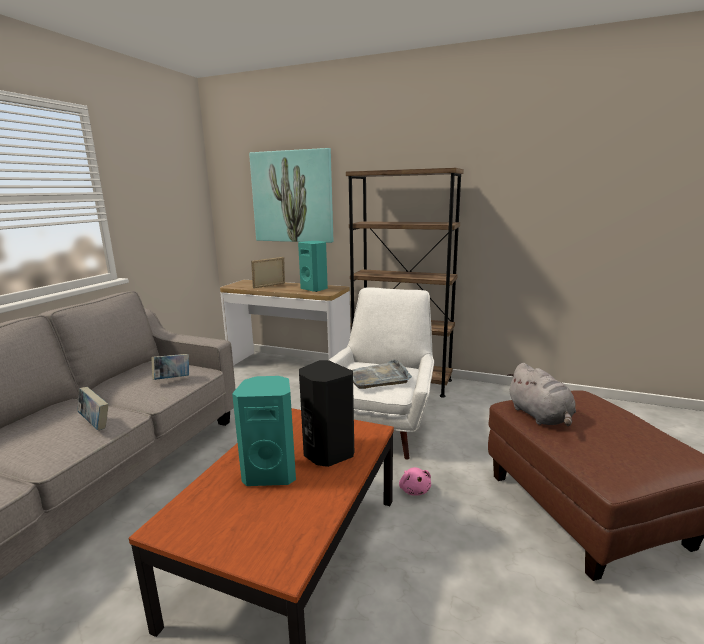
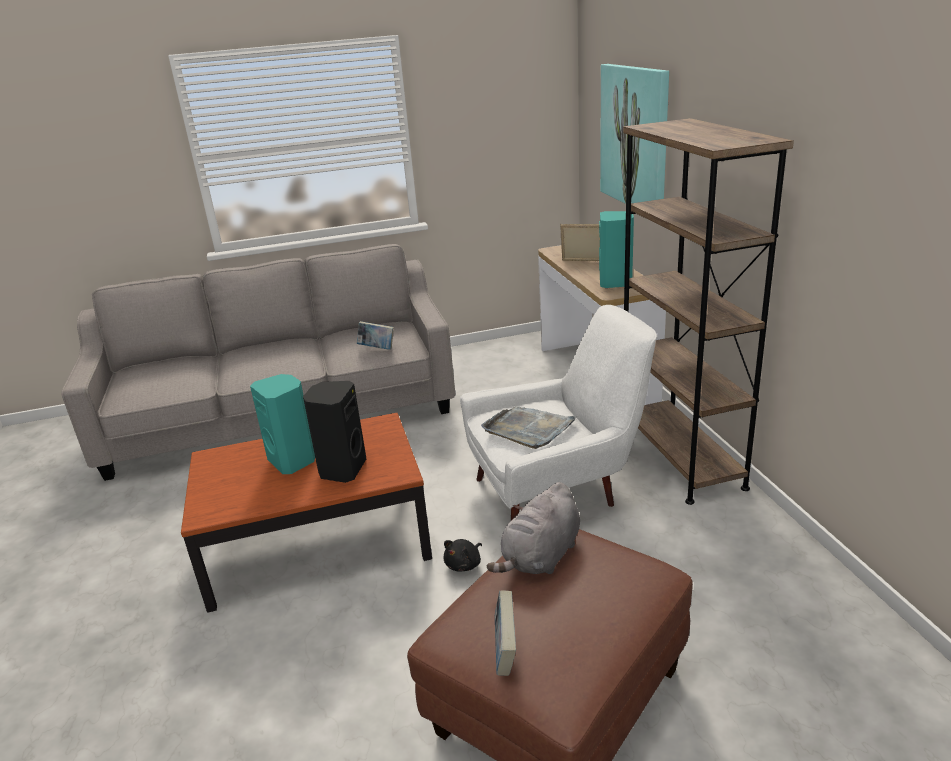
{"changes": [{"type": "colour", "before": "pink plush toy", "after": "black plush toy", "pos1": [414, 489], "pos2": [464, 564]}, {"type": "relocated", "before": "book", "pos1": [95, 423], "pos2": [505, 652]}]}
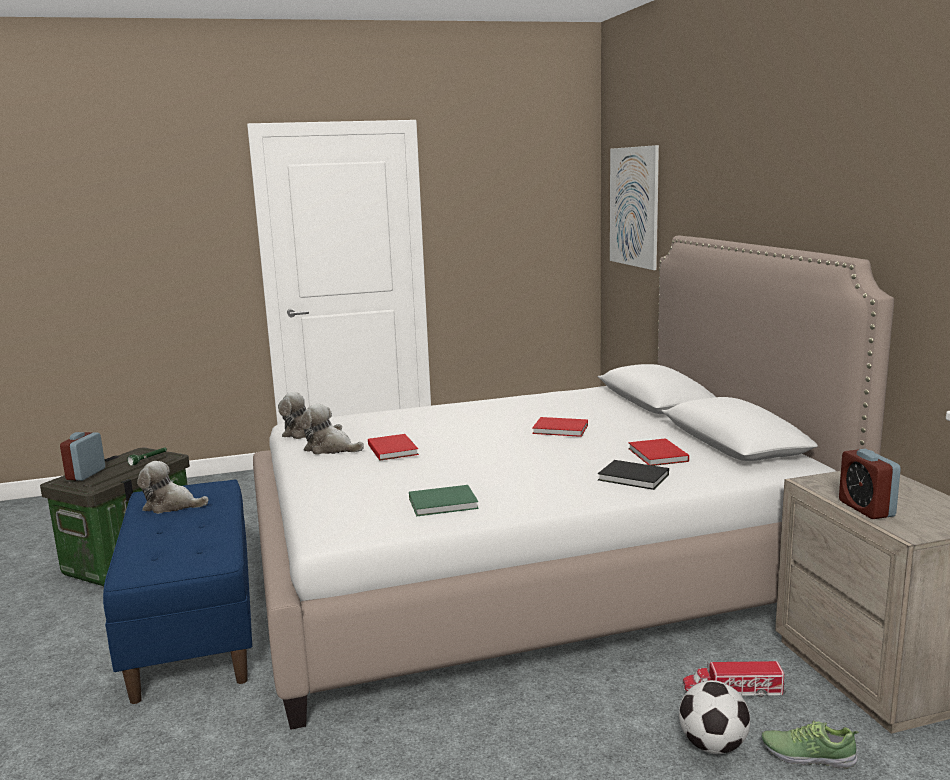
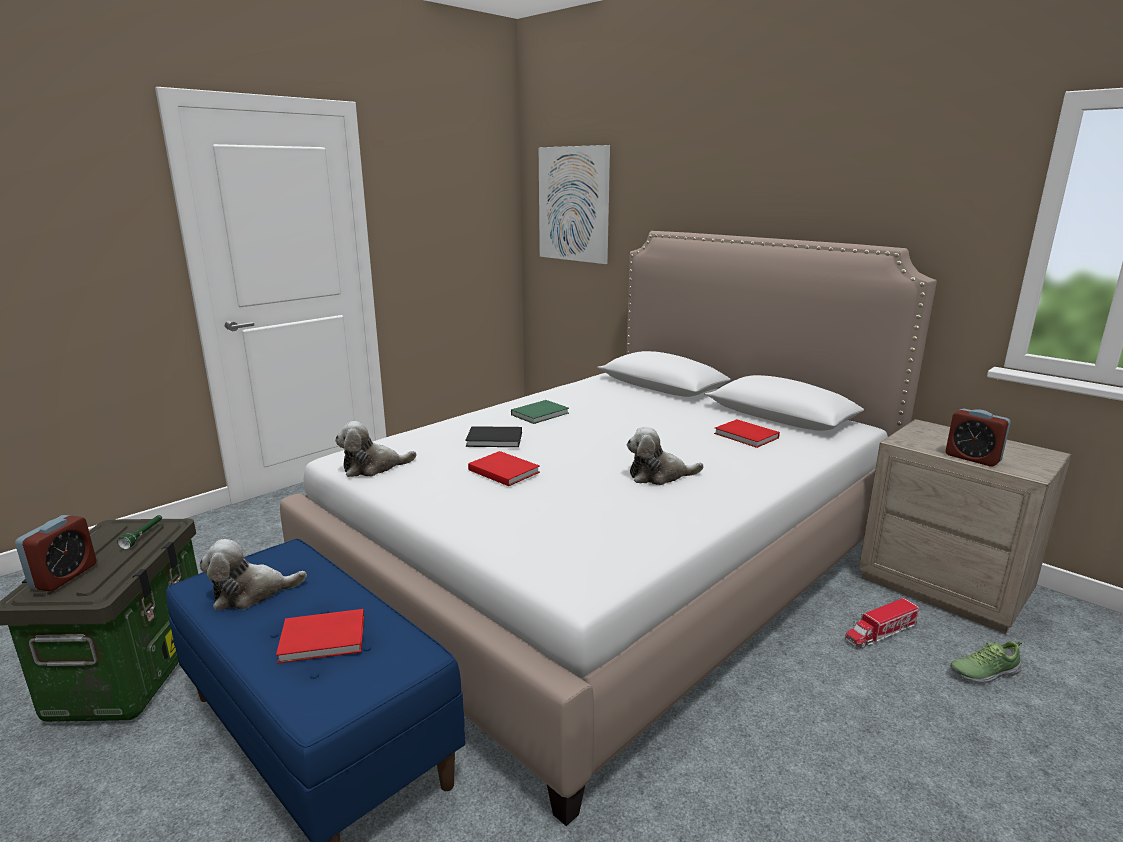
{"changes": [{"type": "spun", "before": "alarm clock", "pos1": [86, 474], "pos2": [64, 576], "turn": -150}, {"type": "relocated", "before": "red book", "pos1": [561, 430], "pos2": [325, 639]}, {"type": "relocated", "before": "black book", "pos1": [634, 478], "pos2": [496, 440]}, {"type": "relocated", "before": "green book", "pos1": [445, 504], "pos2": [541, 414]}, {"type": "relocated", "before": "plush toy", "pos1": [330, 449], "pos2": [659, 475]}, {"type": "missing", "before": "football", "pos1": [713, 746]}]}
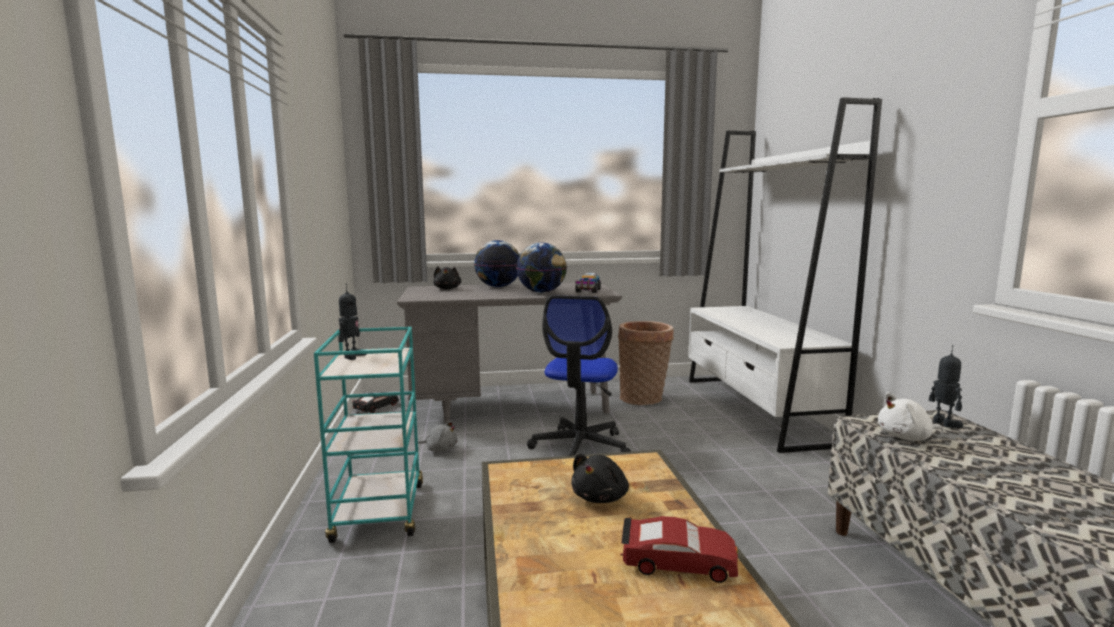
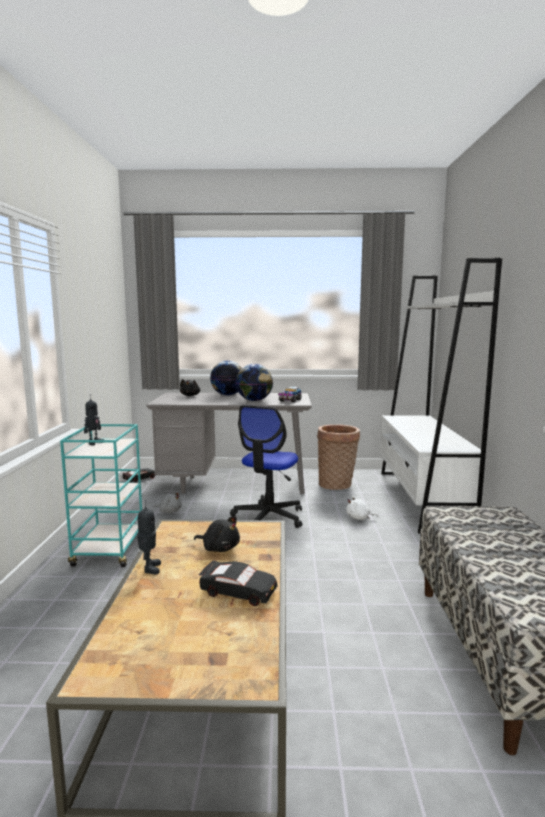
{"changes": [{"type": "relocated", "before": "toy robot", "pos1": [943, 424], "pos2": [149, 568]}, {"type": "spun", "before": "black plush toy", "pos1": [601, 497], "pos2": [219, 548], "turn": -105}, {"type": "colour", "before": "red toy car", "after": "black toy car", "pos1": [677, 561], "pos2": [238, 591]}, {"type": "relocated", "before": "white plush toy", "pos1": [907, 437], "pos2": [359, 518]}]}
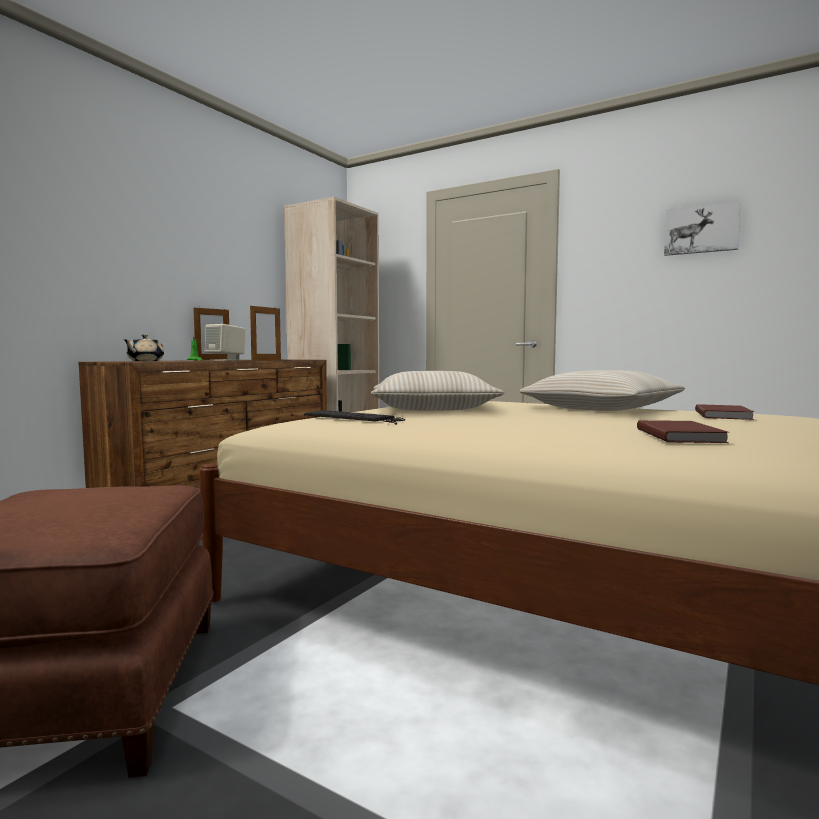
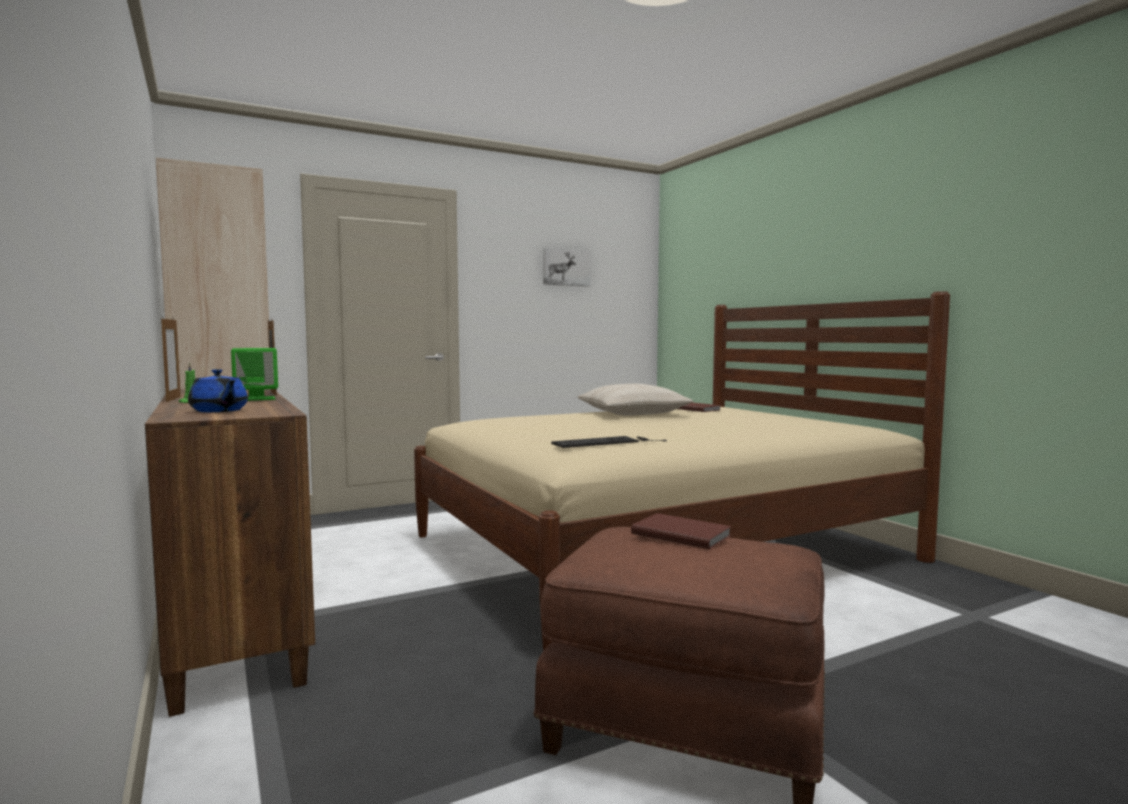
{"changes": [{"type": "colour", "before": "beige teapot", "after": "blue teapot", "pos1": [145, 361], "pos2": [219, 411]}, {"type": "colour", "before": "beige speaker", "after": "green speaker", "pos1": [226, 360], "pos2": [257, 399]}, {"type": "relocated", "before": "brown book", "pos1": [681, 435], "pos2": [680, 534]}, {"type": "missing", "before": "beige pillow", "pos1": [432, 409]}]}
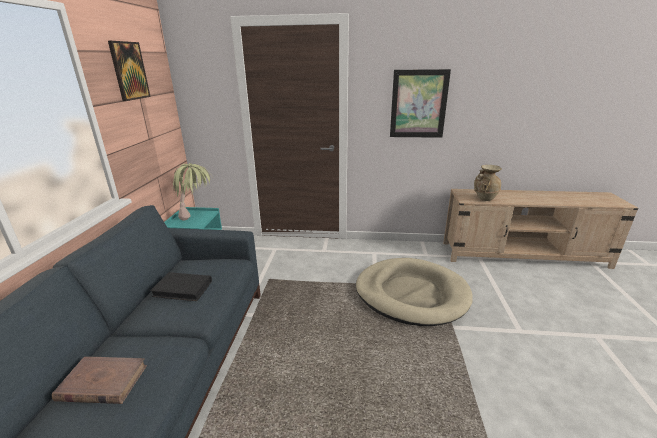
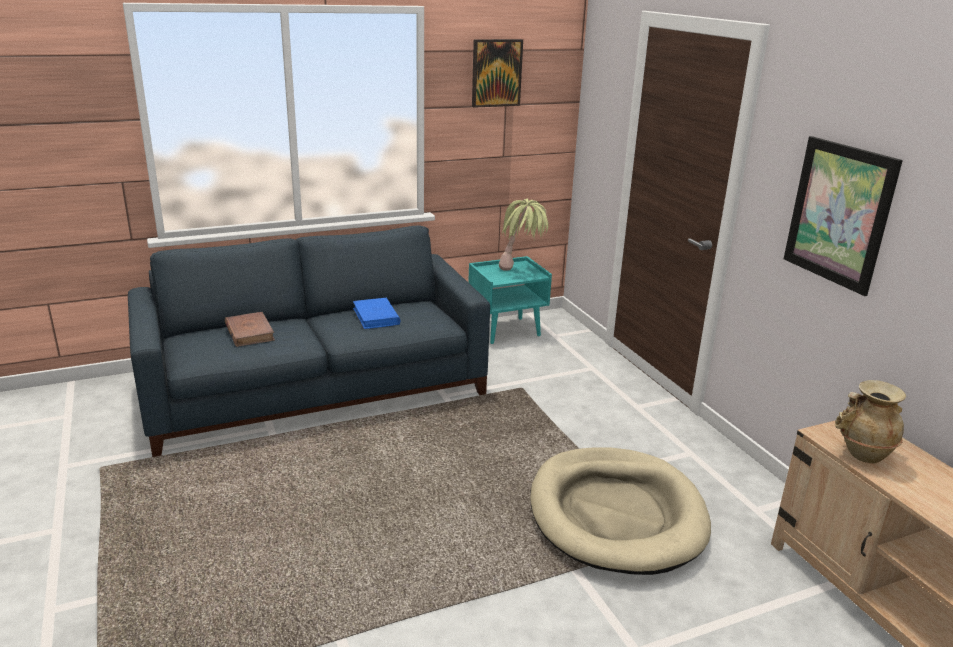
{"changes": [{"type": "colour", "before": "black book", "after": "blue book", "pos1": [183, 289], "pos2": [376, 316]}]}
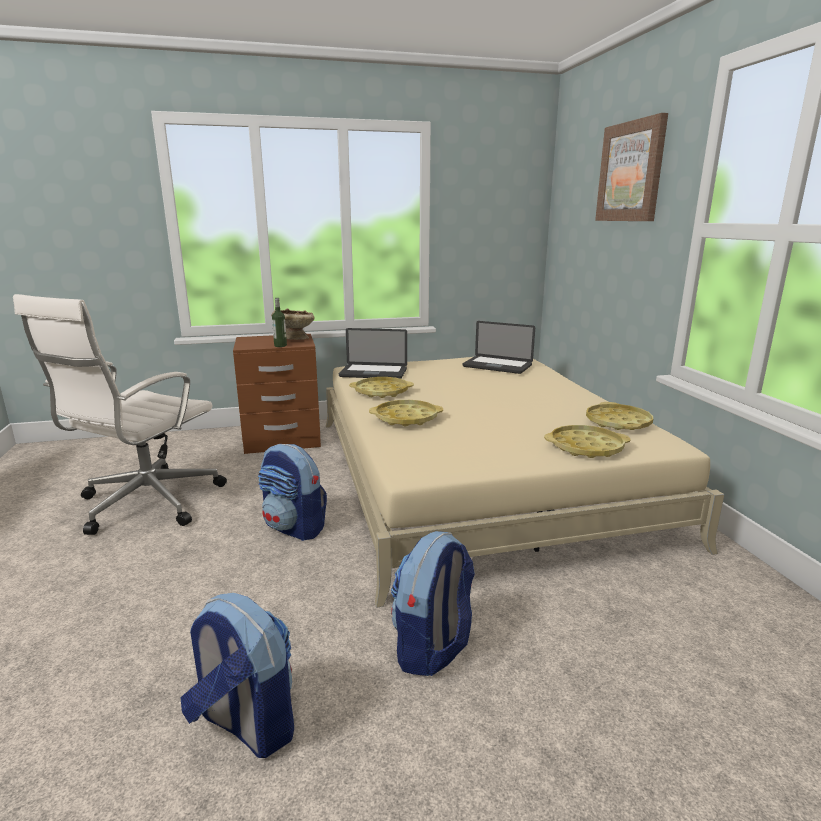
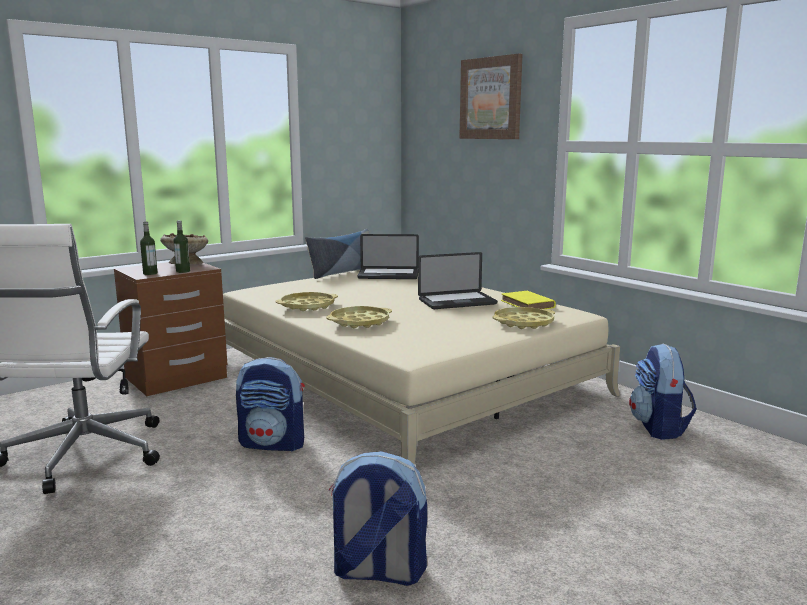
{"changes": [{"type": "appeared", "after": "bottle", "pos2": [150, 273]}, {"type": "appeared", "after": "pillow", "pos2": [342, 272]}, {"type": "relocated", "before": "laptop", "pos1": [373, 373], "pos2": [457, 302]}, {"type": "exchanged", "before": "yellow tray", "after": "yellow book", "pos1": [618, 422], "pos2": [528, 305]}, {"type": "relocated", "before": "backpack", "pos1": [432, 648], "pos2": [659, 428]}]}
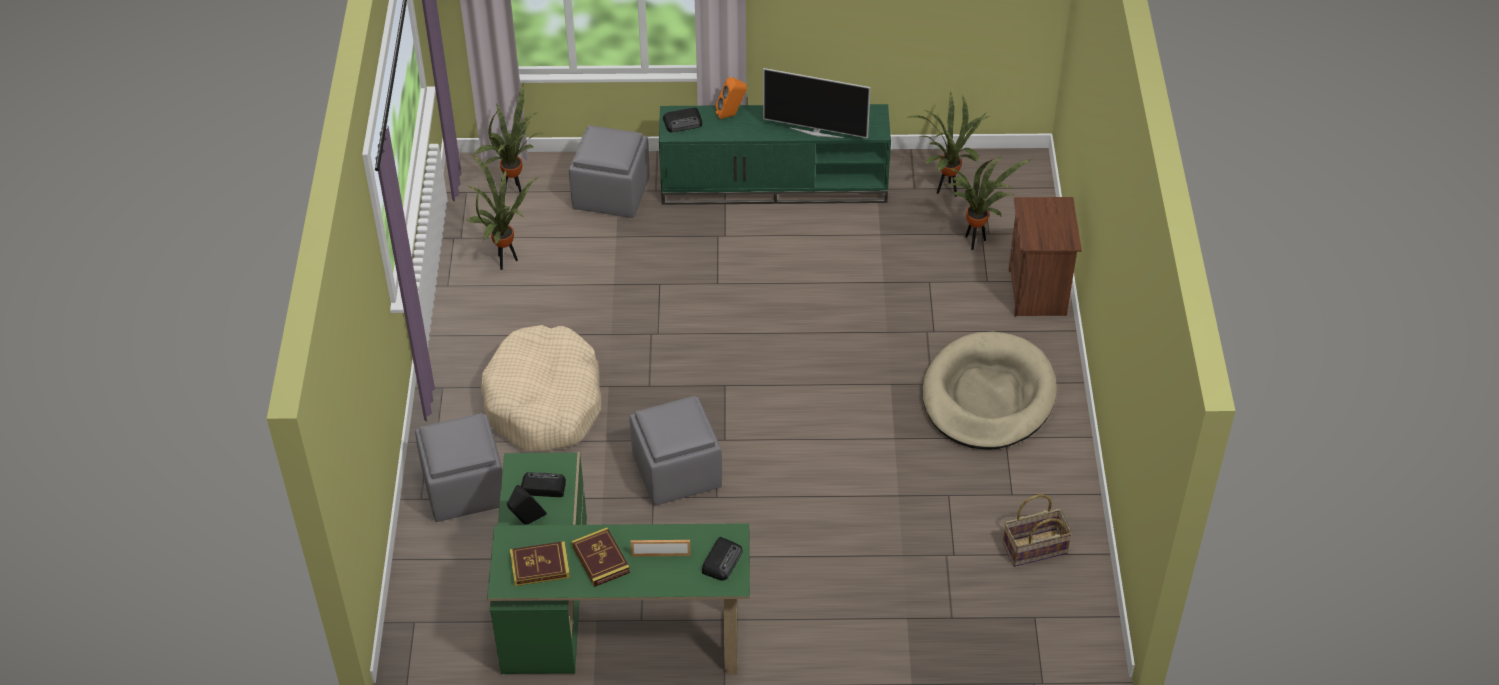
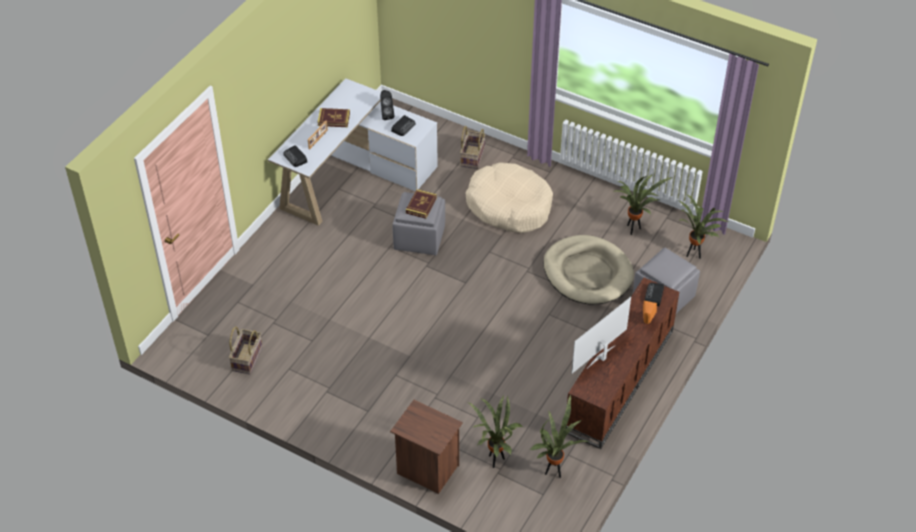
{"changes": [{"type": "colour", "before": "green desk", "after": "white desk", "pos1": [602, 616], "pos2": [353, 176]}, {"type": "relocated", "before": "book", "pos1": [540, 566], "pos2": [421, 205]}, {"type": "exchanged", "before": "grey ottoman", "after": "basket", "pos1": [464, 489], "pos2": [472, 157]}, {"type": "relocated", "before": "beige dog bed", "pos1": [988, 396], "pos2": [587, 273]}, {"type": "colour", "before": "green tv stand", "after": "brown tv stand", "pos1": [775, 184], "pos2": [620, 382]}]}
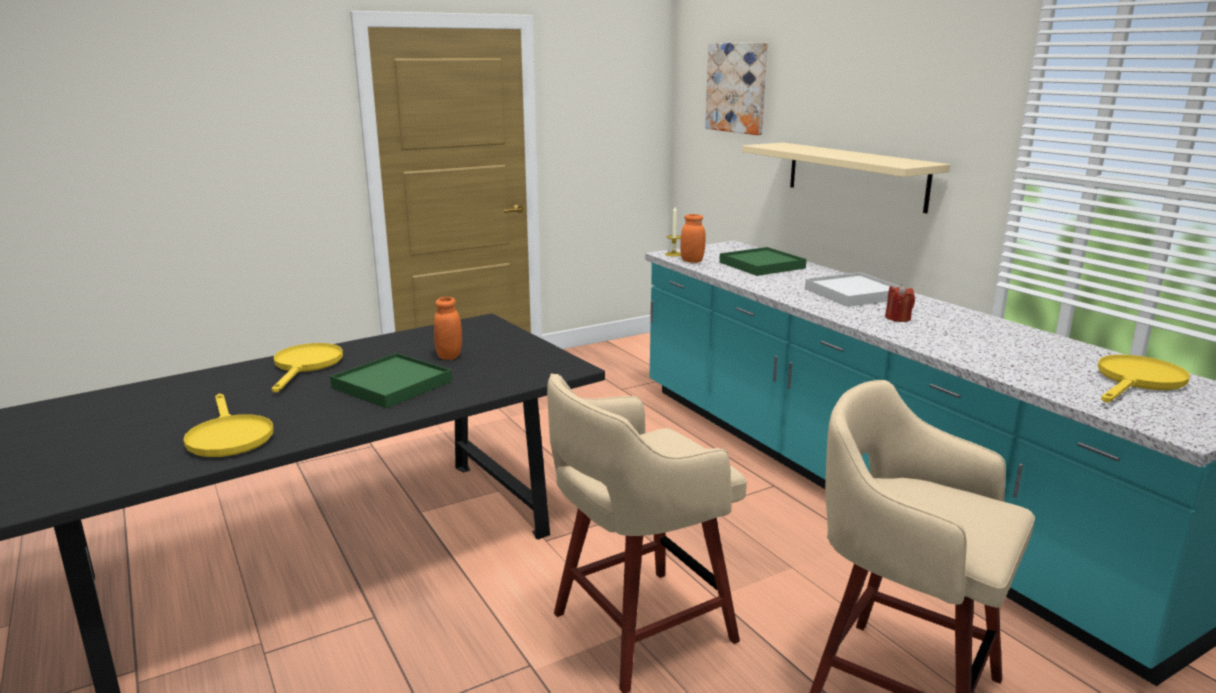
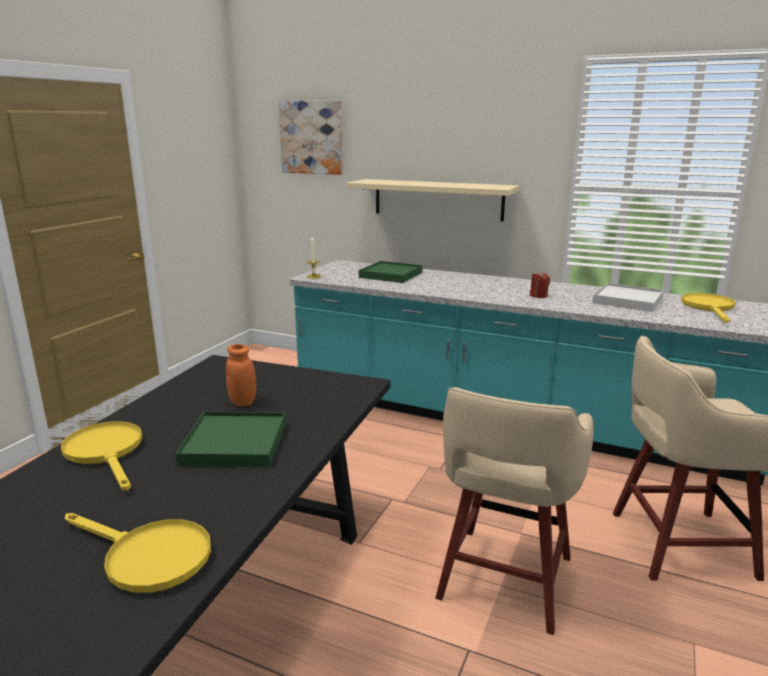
{"changes": [{"type": "relocated", "before": "white tray", "pos1": [853, 293], "pos2": [627, 300]}, {"type": "missing", "before": "orange jar", "pos1": [692, 261]}]}
